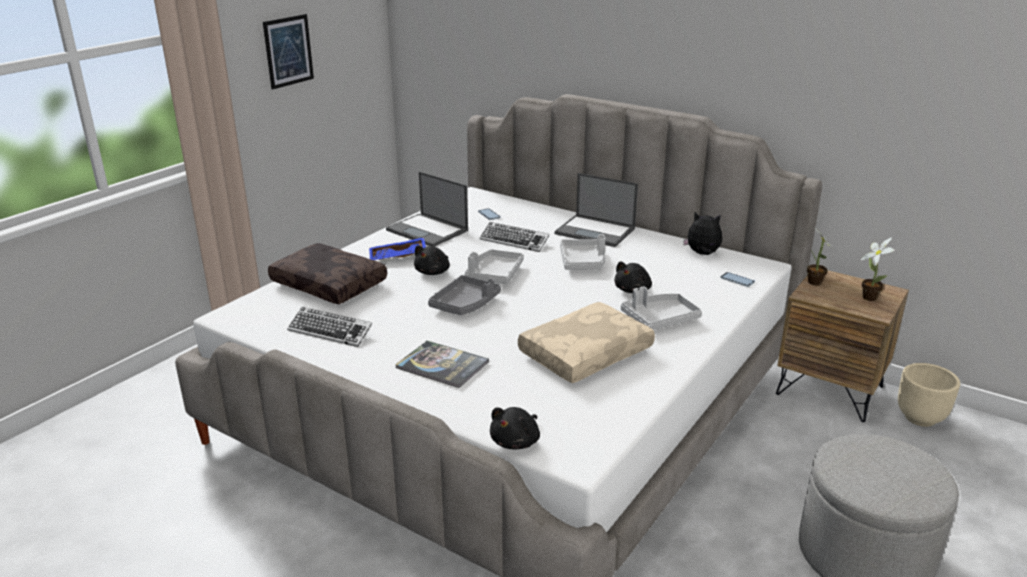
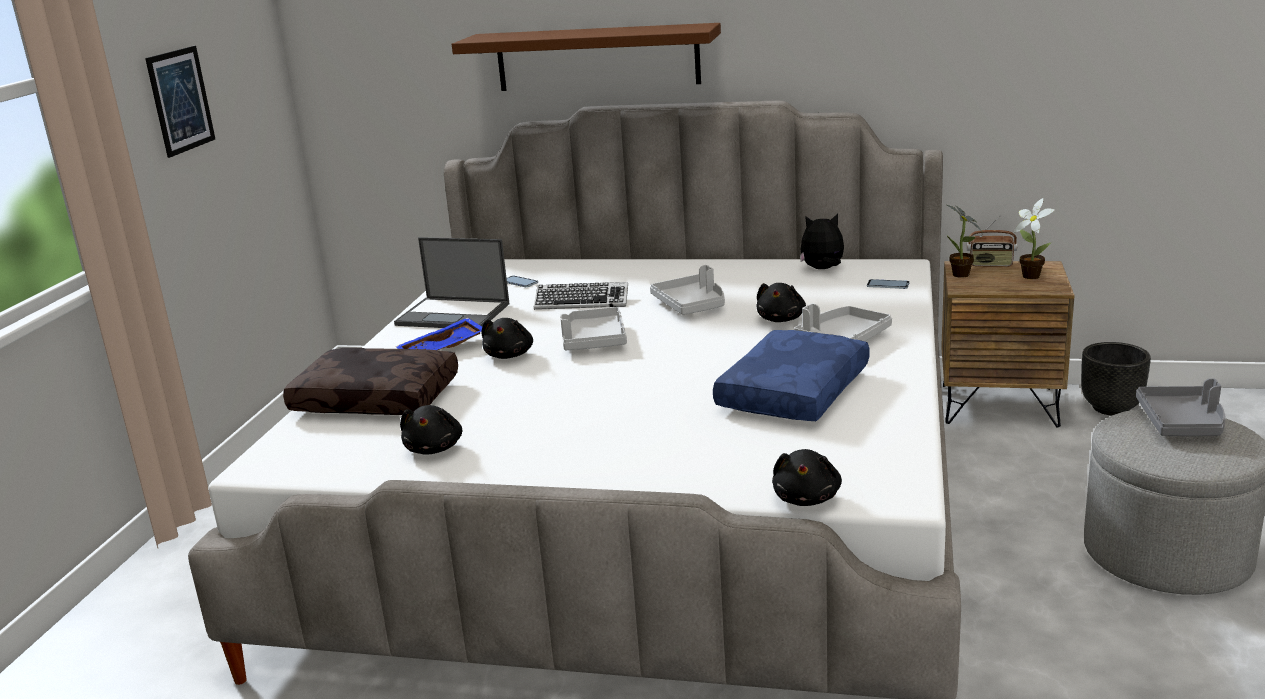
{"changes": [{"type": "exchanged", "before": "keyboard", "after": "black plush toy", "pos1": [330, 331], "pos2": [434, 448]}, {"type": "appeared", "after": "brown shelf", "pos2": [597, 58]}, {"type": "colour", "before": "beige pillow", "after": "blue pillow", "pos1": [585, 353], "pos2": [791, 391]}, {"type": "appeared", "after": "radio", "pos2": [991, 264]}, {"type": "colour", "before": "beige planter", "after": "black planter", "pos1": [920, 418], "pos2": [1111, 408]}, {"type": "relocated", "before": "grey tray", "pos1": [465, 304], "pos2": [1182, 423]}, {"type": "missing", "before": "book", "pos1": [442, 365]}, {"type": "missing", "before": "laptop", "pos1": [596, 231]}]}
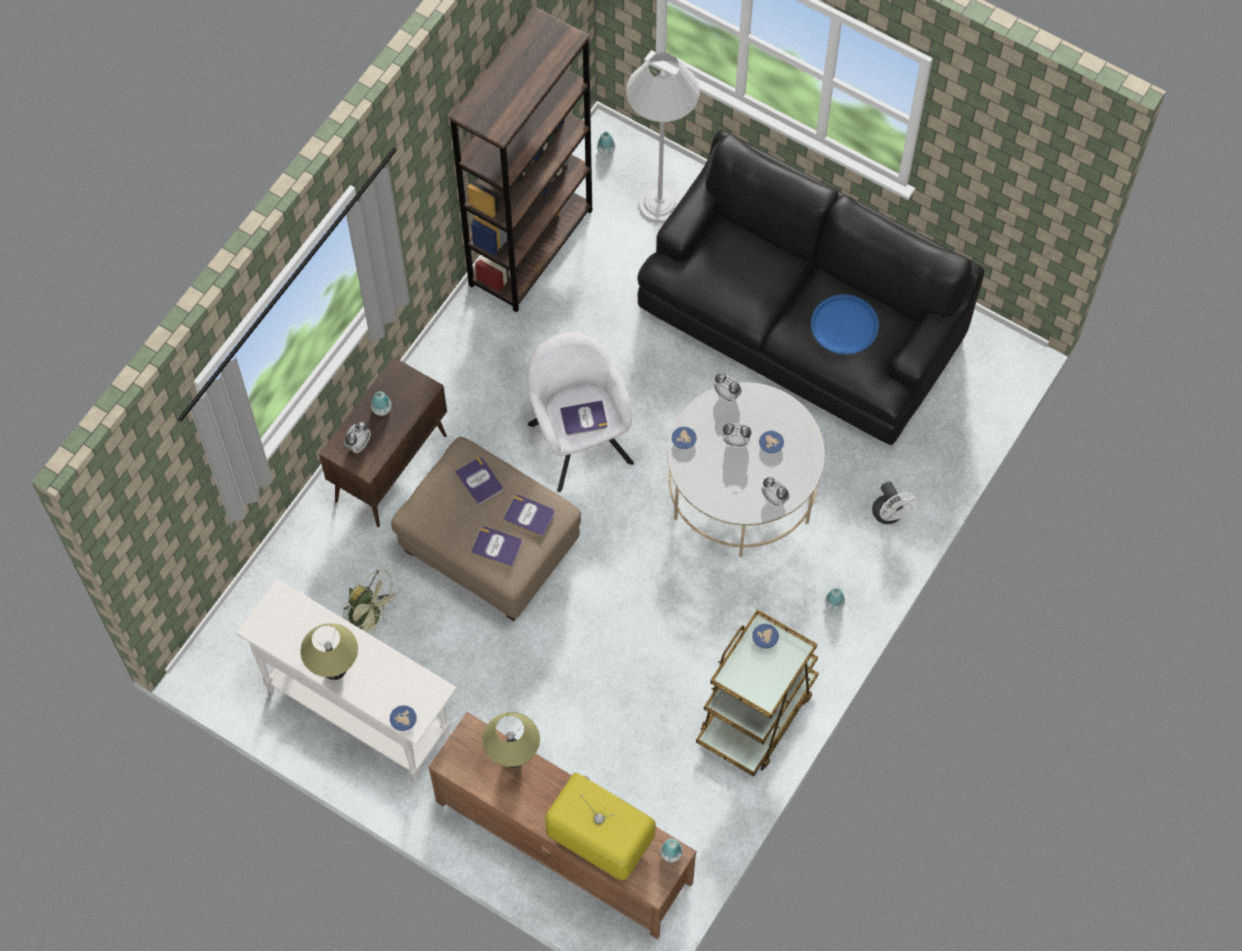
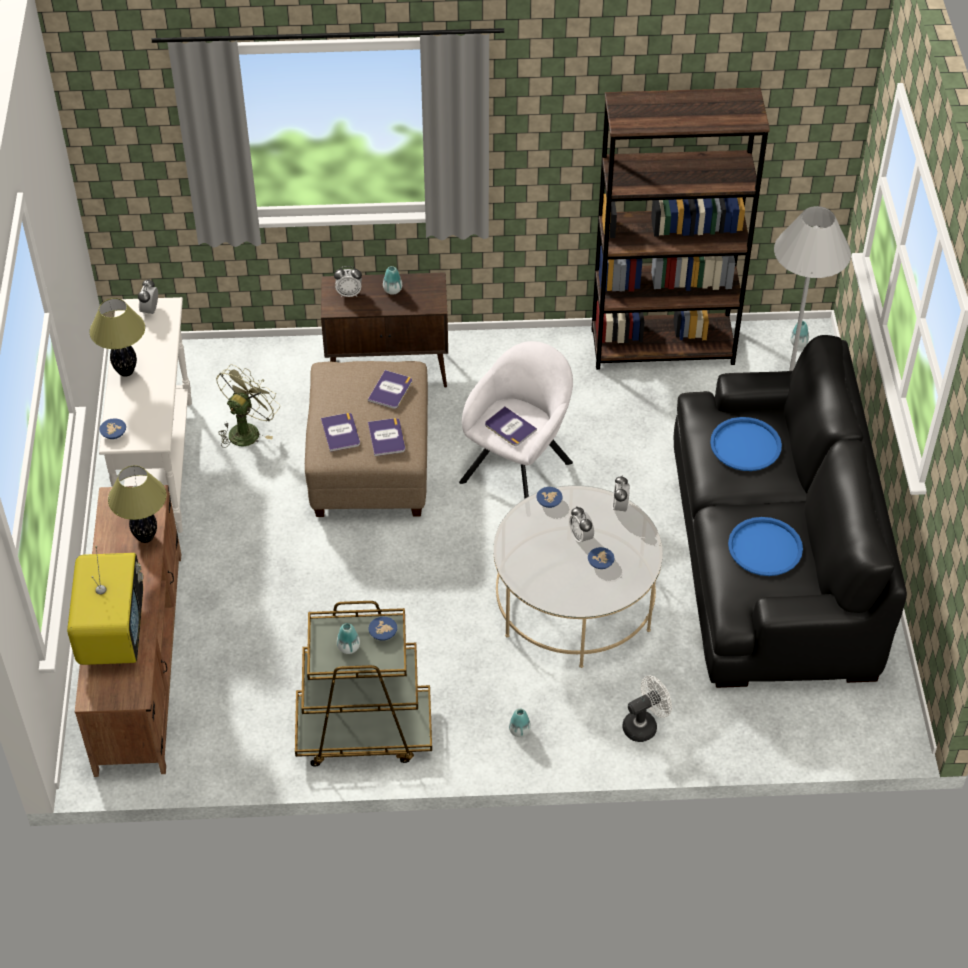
{"changes": [{"type": "relocated", "before": "alarm clock", "pos1": [774, 499], "pos2": [150, 310]}, {"type": "spun", "before": "green fan", "pos1": [371, 618], "pos2": [247, 430], "turn": -150}, {"type": "relocated", "before": "vase", "pos1": [671, 853], "pos2": [348, 647]}, {"type": "spun", "before": "white fan", "pos1": [890, 515], "pos2": [644, 725], "turn": -150}, {"type": "appeared", "after": "blue tray", "pos2": [745, 445]}]}
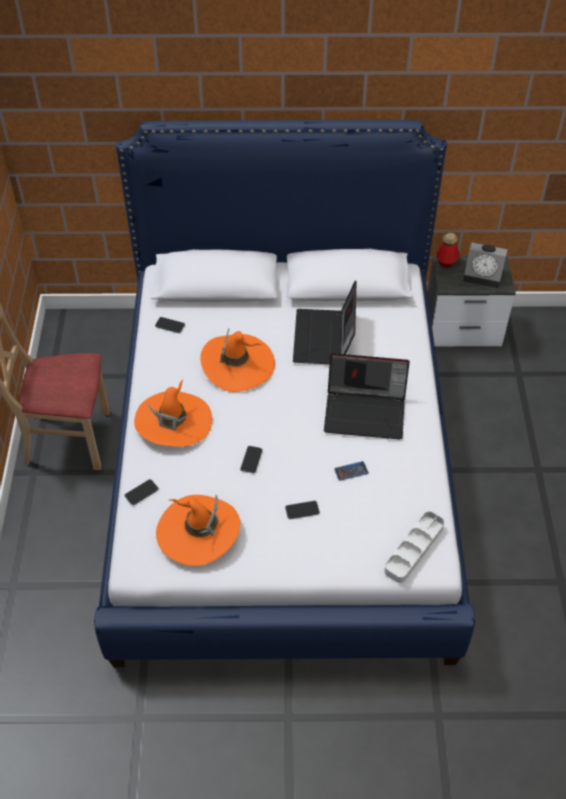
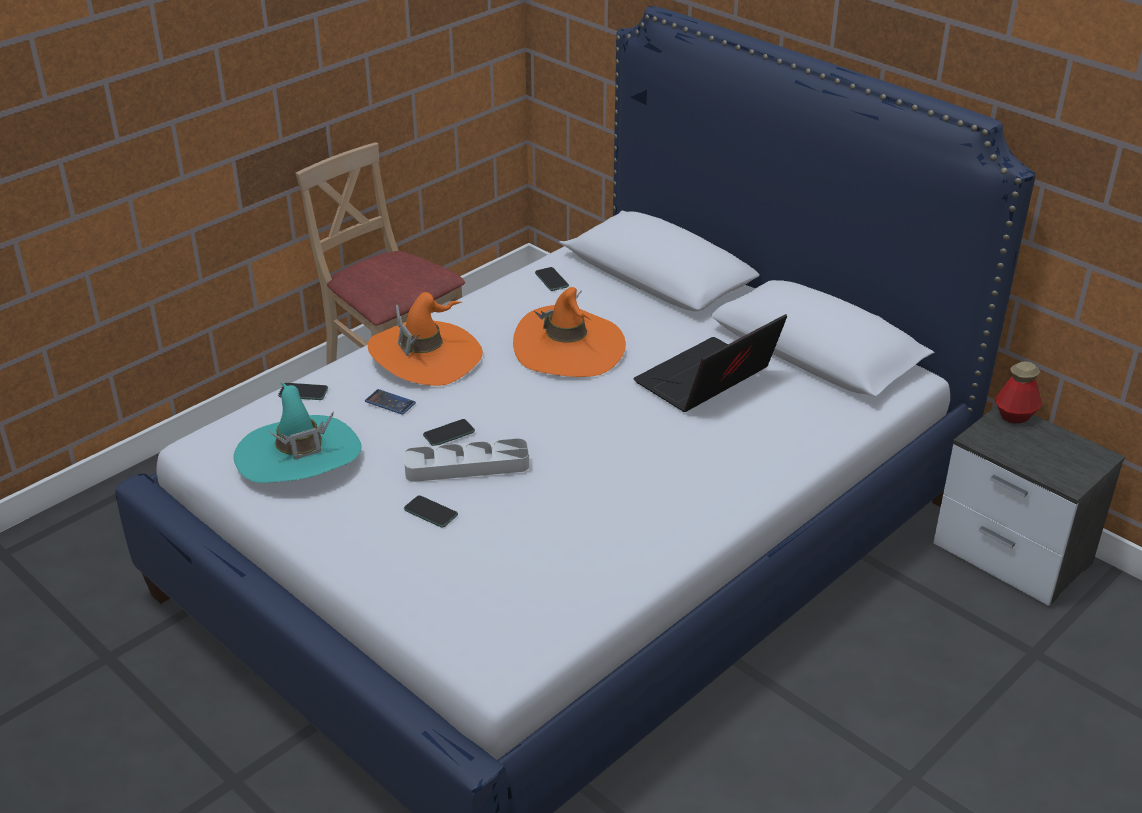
{"changes": [{"type": "colour", "before": "orange hat", "after": "turquoise hat", "pos1": [198, 531], "pos2": [298, 455]}, {"type": "relocated", "before": "phone", "pos1": [351, 471], "pos2": [390, 402]}, {"type": "relocated", "before": "grey tray", "pos1": [414, 549], "pos2": [467, 466]}, {"type": "missing", "before": "laptop", "pos1": [366, 411]}, {"type": "missing", "before": "alarm clock", "pos1": [484, 275]}]}
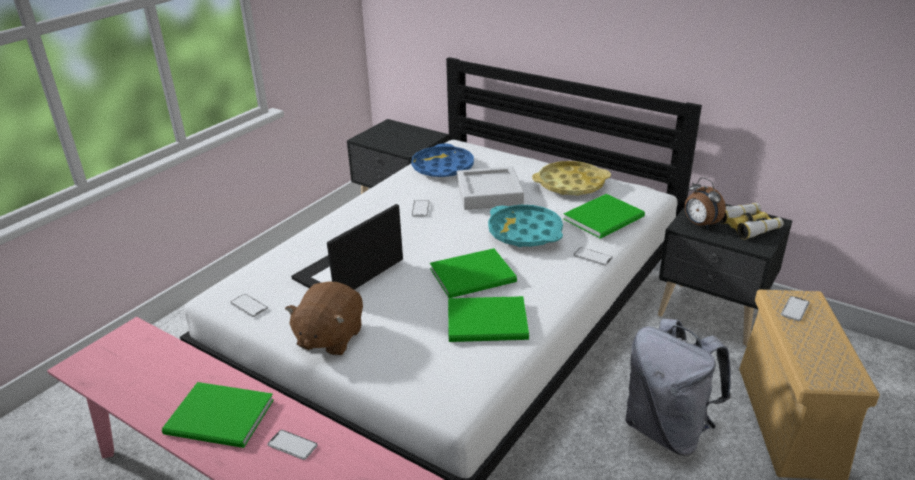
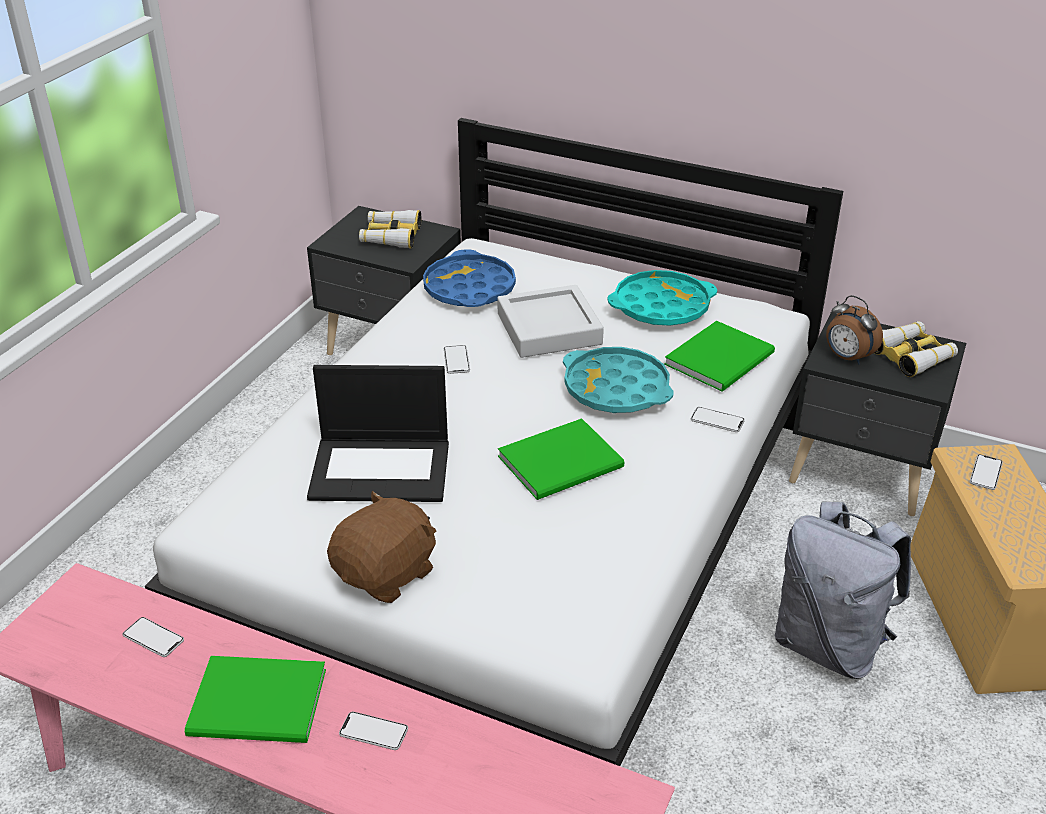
{"changes": [{"type": "relocated", "before": "phone", "pos1": [249, 306], "pos2": [153, 638]}, {"type": "spun", "before": "laptop", "pos1": [348, 271], "pos2": [382, 469], "turn": -120}, {"type": "spun", "before": "brown plush toy", "pos1": [329, 338], "pos2": [387, 574], "turn": -150}, {"type": "appeared", "after": "binoculars", "pos2": [391, 236]}, {"type": "colour", "before": "yellow tray", "after": "turquoise tray", "pos1": [570, 184], "pos2": [661, 306]}, {"type": "missing", "before": "green book", "pos1": [489, 323]}]}
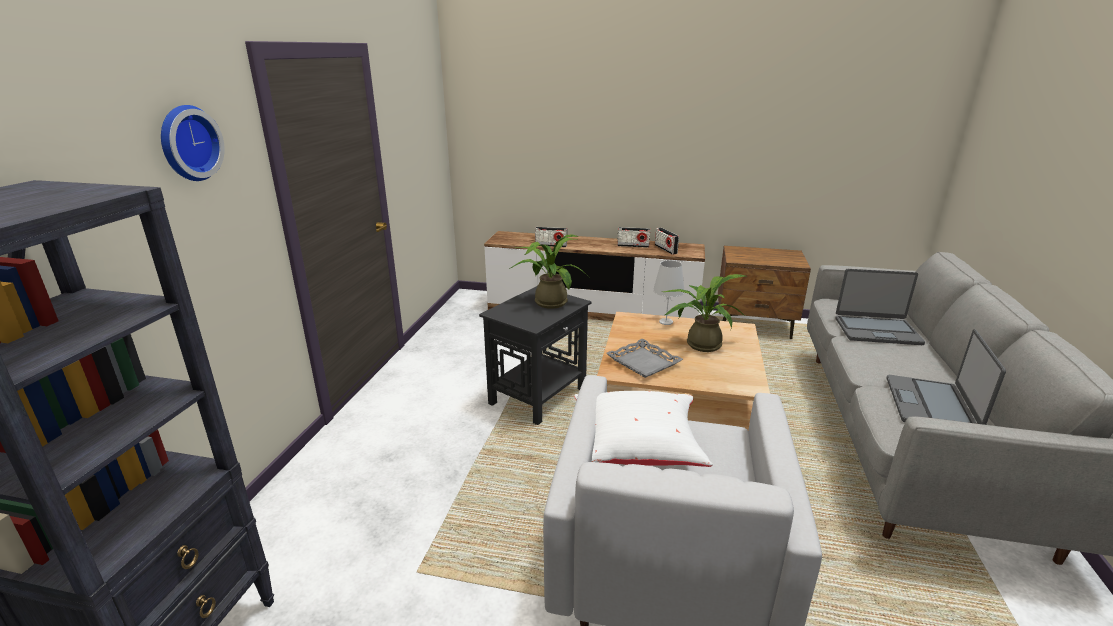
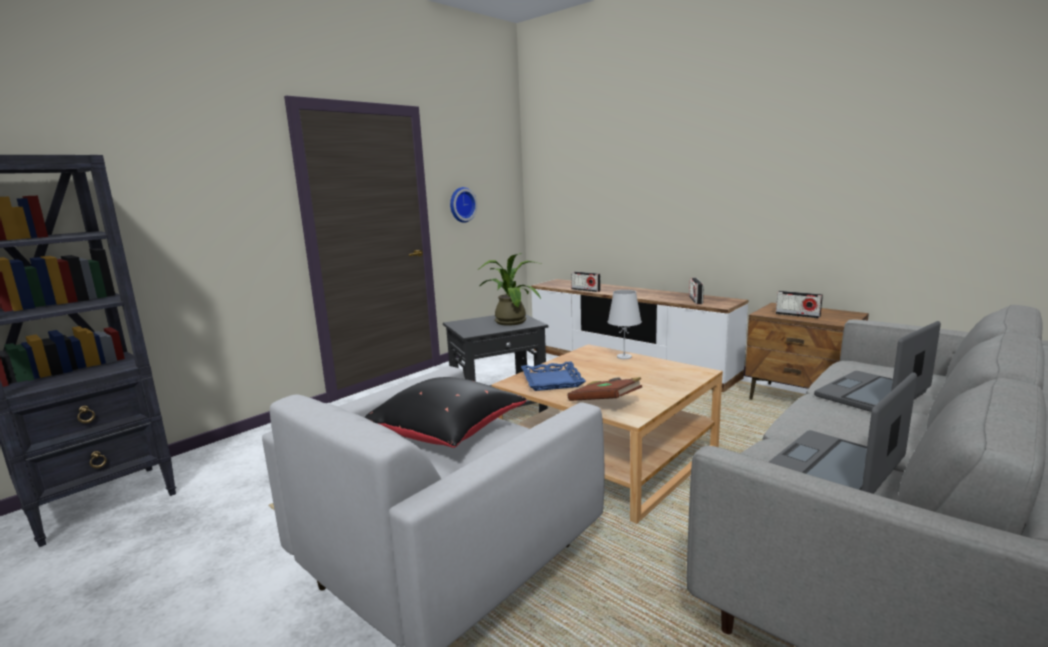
{"changes": [{"type": "colour", "before": "white pillow", "after": "black pillow", "pos1": [637, 448], "pos2": [443, 433]}, {"type": "relocated", "before": "wall clock", "pos1": [187, 143], "pos2": [461, 204]}, {"type": "colour", "before": "grey tray", "after": "blue tray", "pos1": [644, 362], "pos2": [552, 381]}, {"type": "appeared", "after": "brown book", "pos2": [605, 402]}, {"type": "relocated", "before": "radio", "pos1": [633, 246], "pos2": [797, 315]}, {"type": "spun", "before": "laptop", "pos1": [876, 331], "pos2": [873, 395], "turn": 105}, {"type": "missing", "before": "potted plant", "pos1": [699, 344]}]}
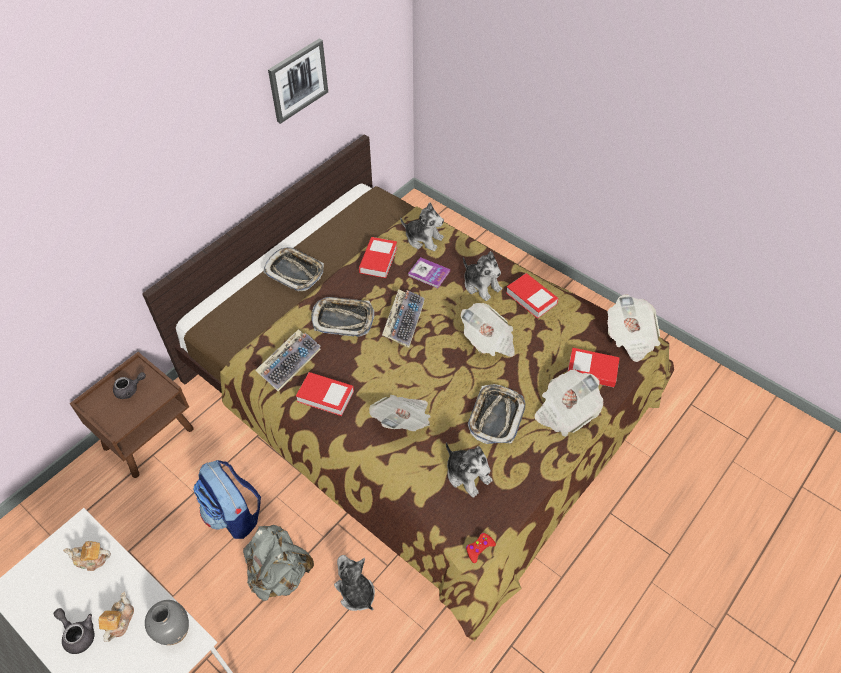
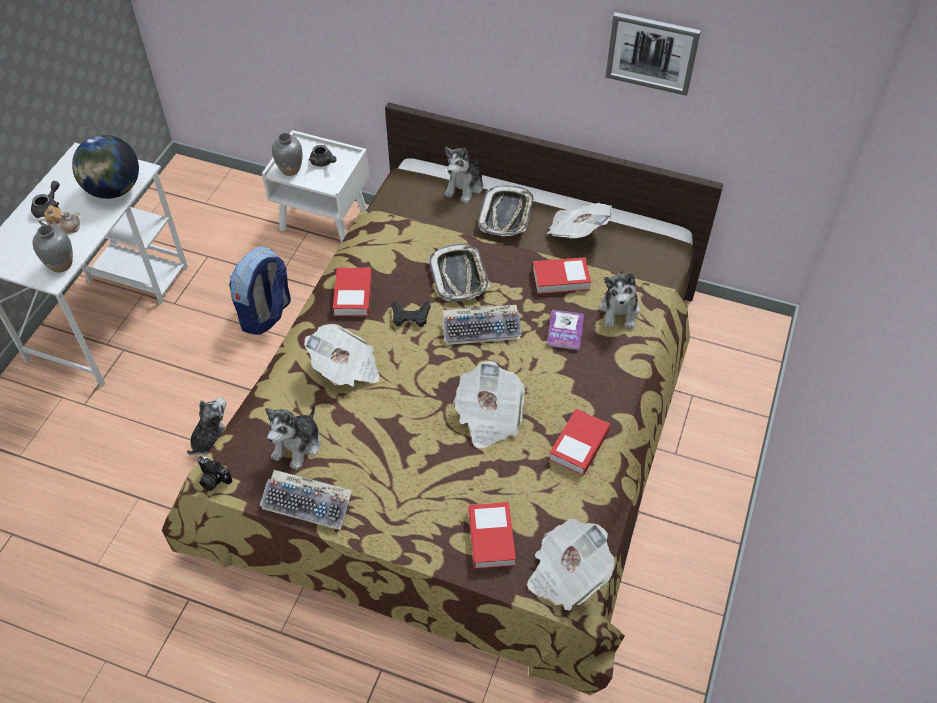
{"changes": [{"type": "exchanged", "before": "teapot", "after": "globe", "pos1": [92, 560], "pos2": [114, 190]}, {"type": "exchanged", "before": "red game controller", "after": "photo camera", "pos1": [479, 548], "pos2": [213, 480]}, {"type": "relocated", "before": "keyboard", "pos1": [289, 362], "pos2": [309, 503]}, {"type": "colour", "before": "brown nightstand", "after": "white nightstand", "pos1": [149, 437], "pos2": [325, 221]}, {"type": "appeared", "after": "grey vase", "pos2": [290, 169]}, {"type": "appeared", "after": "black game controller", "pos2": [410, 316]}, {"type": "relocated", "before": "plush toy", "pos1": [481, 285], "pos2": [465, 187]}, {"type": "relocated", "before": "newspaper", "pos1": [565, 412], "pos2": [577, 231]}, {"type": "missing", "before": "grey backpack", "pos1": [279, 573]}, {"type": "missing", "before": "tray", "pos1": [495, 417]}]}
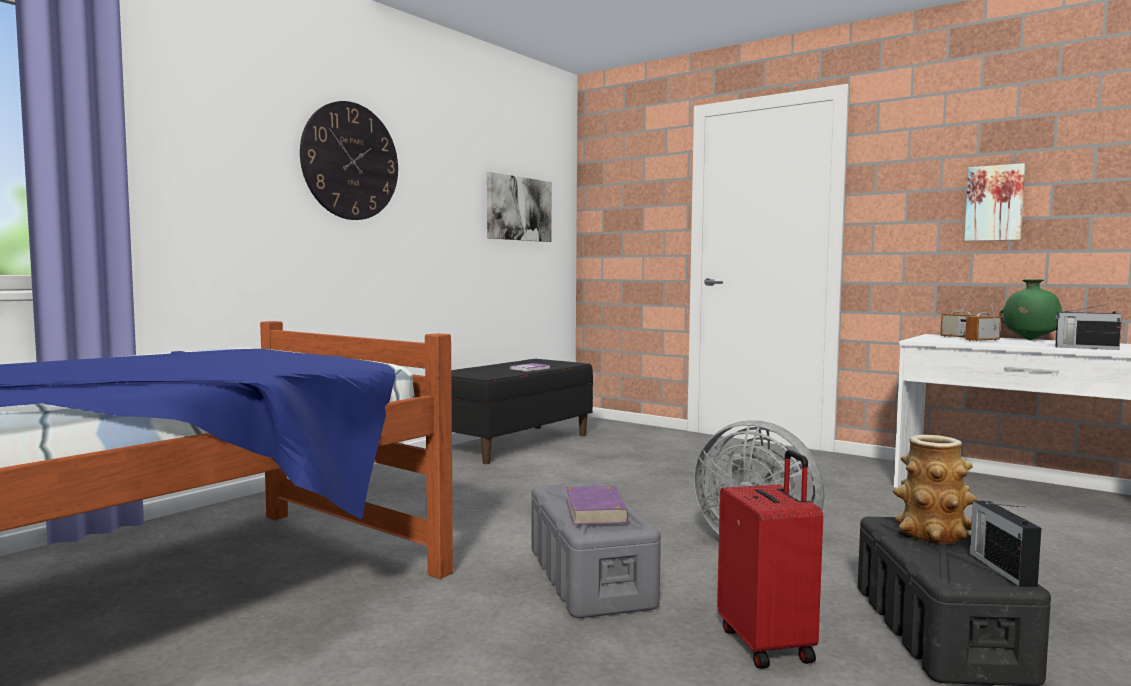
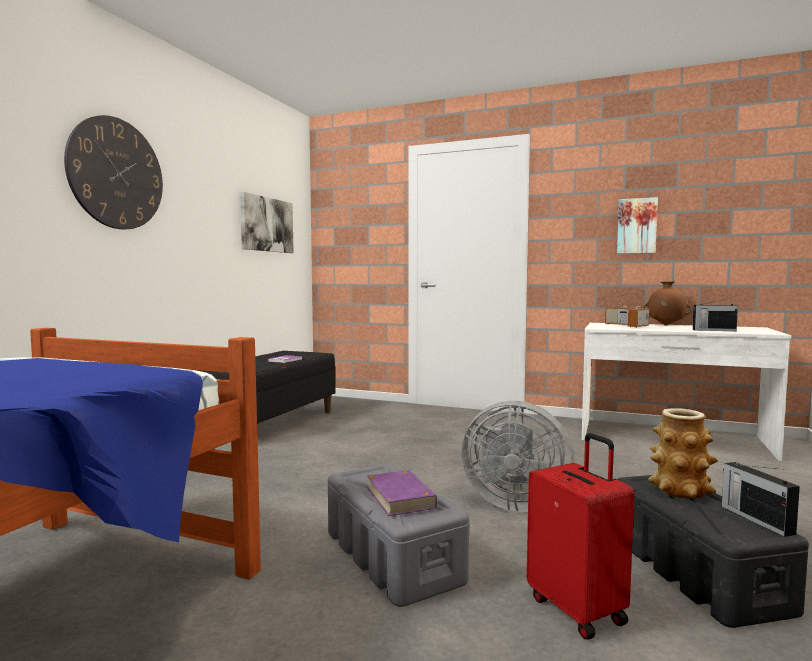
{"changes": [{"type": "colour", "before": "green vase", "after": "brown vase", "pos1": [1029, 340], "pos2": [666, 325]}]}
